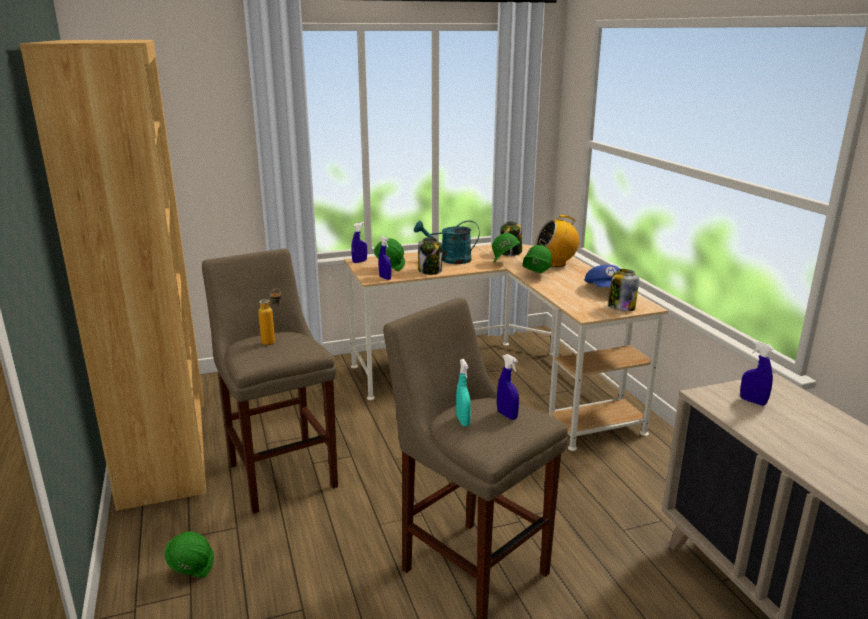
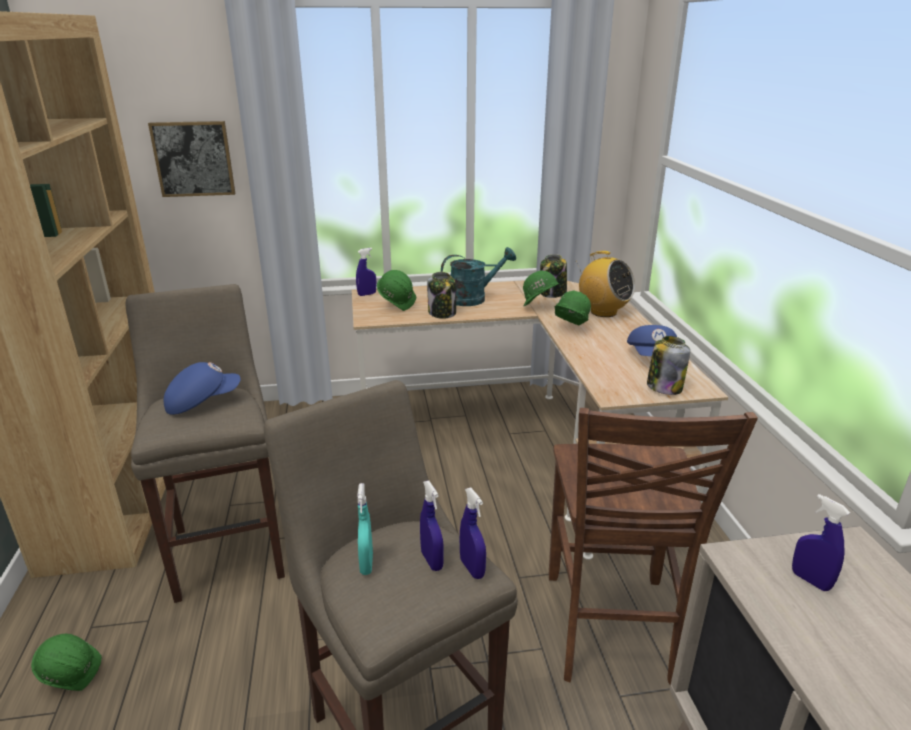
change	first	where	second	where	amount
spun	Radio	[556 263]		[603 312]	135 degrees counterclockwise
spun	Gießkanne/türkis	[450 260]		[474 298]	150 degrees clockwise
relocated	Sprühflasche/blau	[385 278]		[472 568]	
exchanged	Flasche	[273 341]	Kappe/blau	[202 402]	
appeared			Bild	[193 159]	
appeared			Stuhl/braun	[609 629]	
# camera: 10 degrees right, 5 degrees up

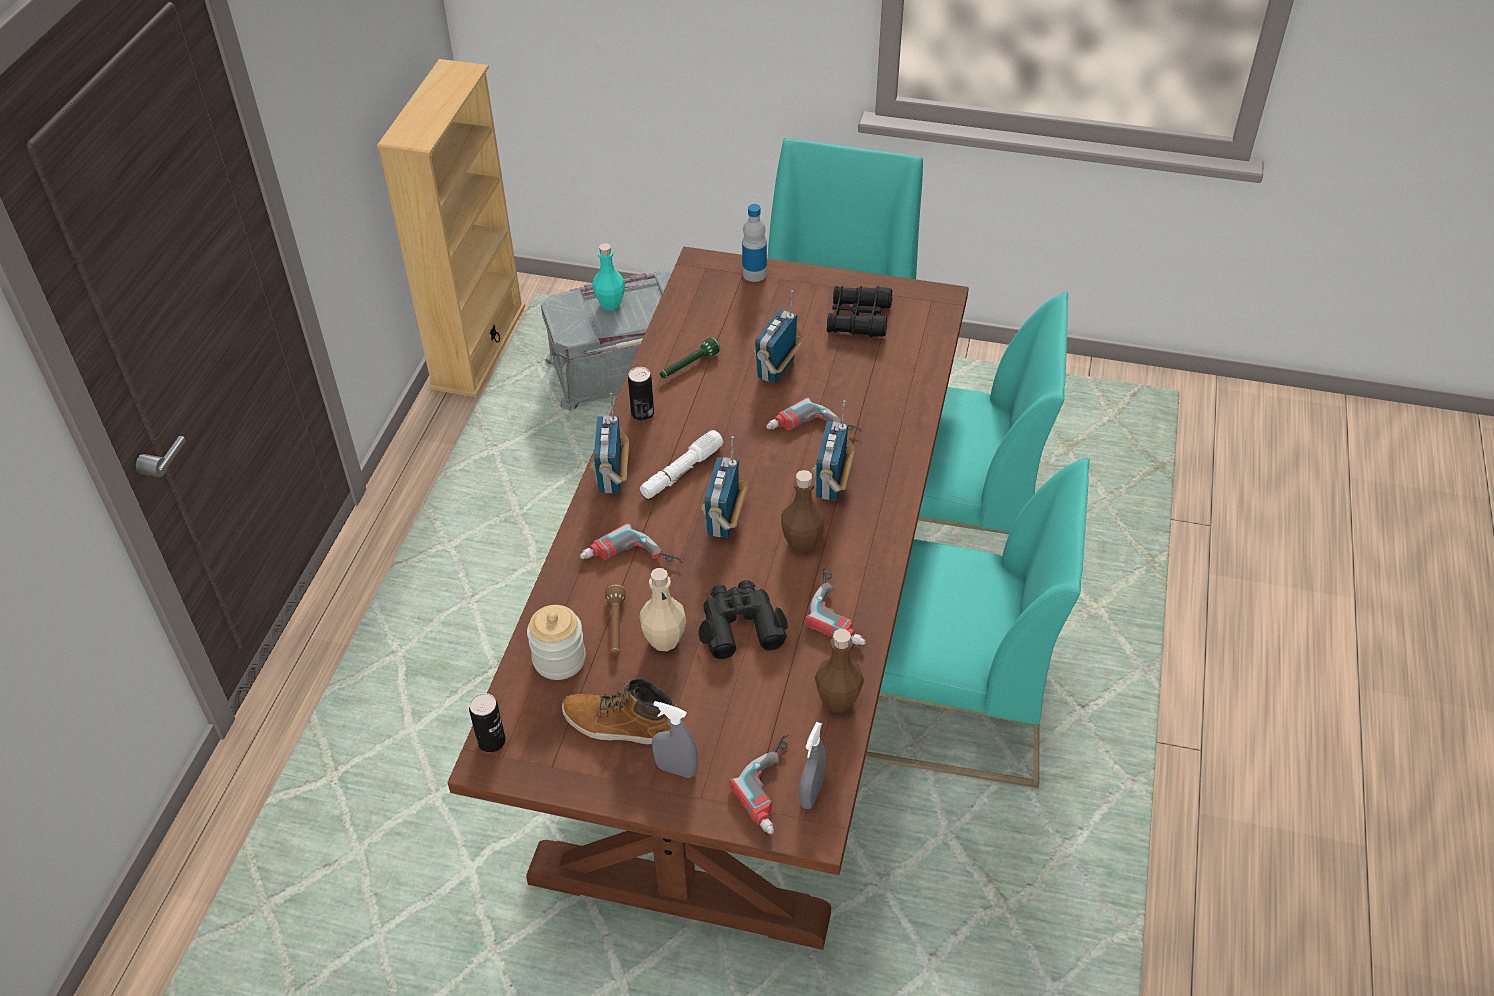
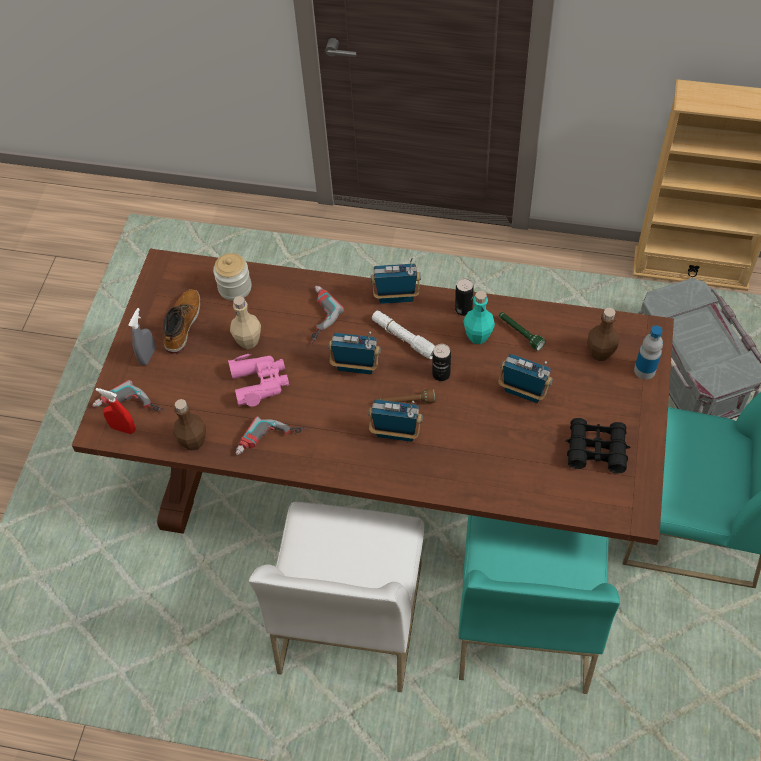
change	first	where	second	where	amount
relocated	Flasche/türkis	[610 304]		[478 336]	
missing	Bohrmaschine	[812 432]			
colour	Stuhl/türkis	[954 708]	Stuhl/weiß	[349 617]	
relocated	Flasche/braun	[802 542]		[600 353]	
colour	Fernglas/schwarz	[740 625]	Fernglas/rosa	[260 382]	
relocated	Taschenlampe/braun	[616 628]		[406 402]	
relocated	Dose	[491 741]		[441 374]	
colour	Sprühflasche/grau	[811 793]	Sprühflasche/rot	[123 428]	
# camera: 90 degrees right, 10 degrees up

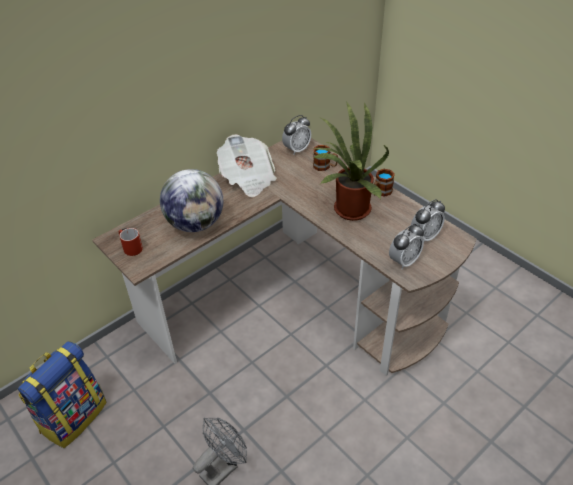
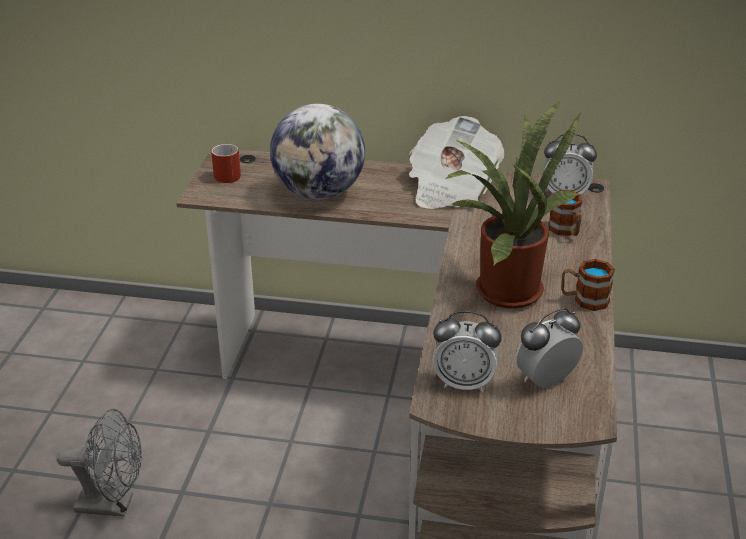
change	first	where	second	where	amount
spun	Wecker	[425 236]		[545 381]	135 degrees clockwise
missing	Rucksack	[73 416]			
# camera: 50 degrees right, 10 degrees down

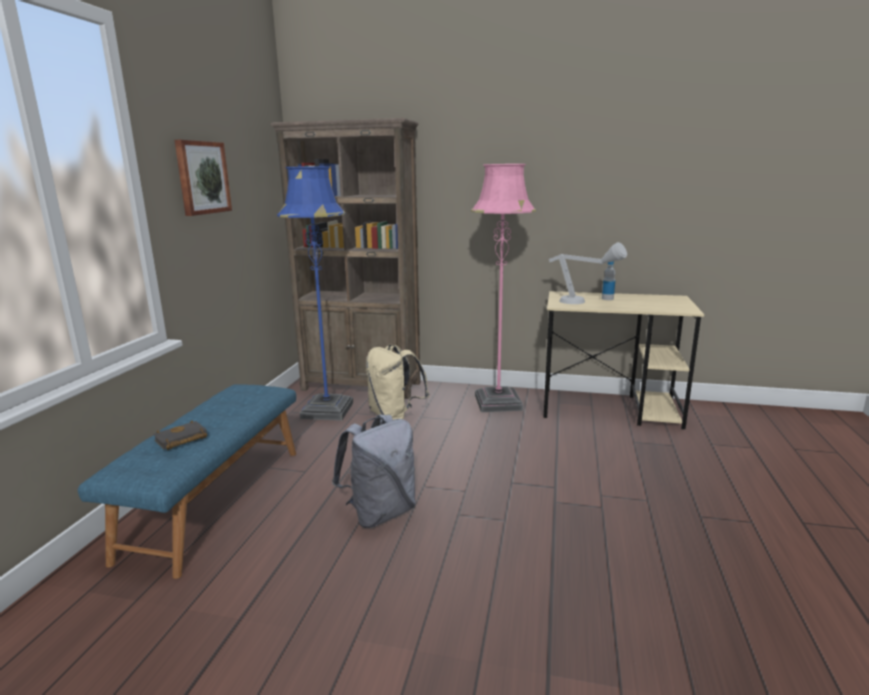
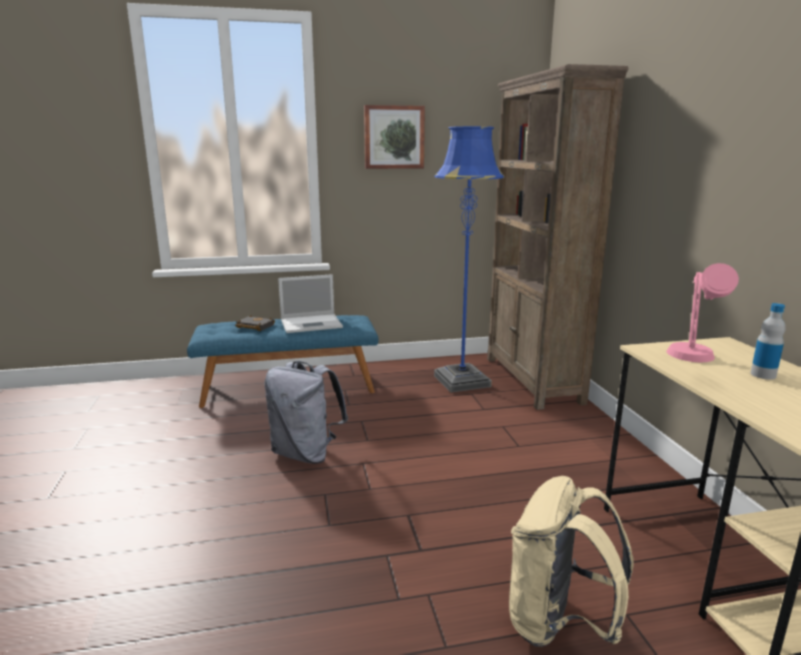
change	first	where	second	where	amount
missing	Stehlampe/rosa	[498 402]			
colour	Tischlampe/grau	[583 303]	Tischlampe/rosa	[692 362]	
relocated	Rucksack/beige	[395 416]		[558 623]	
appeared			Laptop	[312 323]	
# camera: 65 degrees right, 0 degrees up

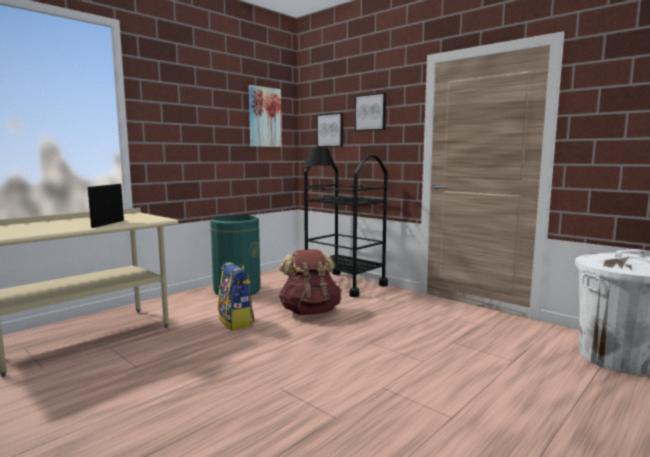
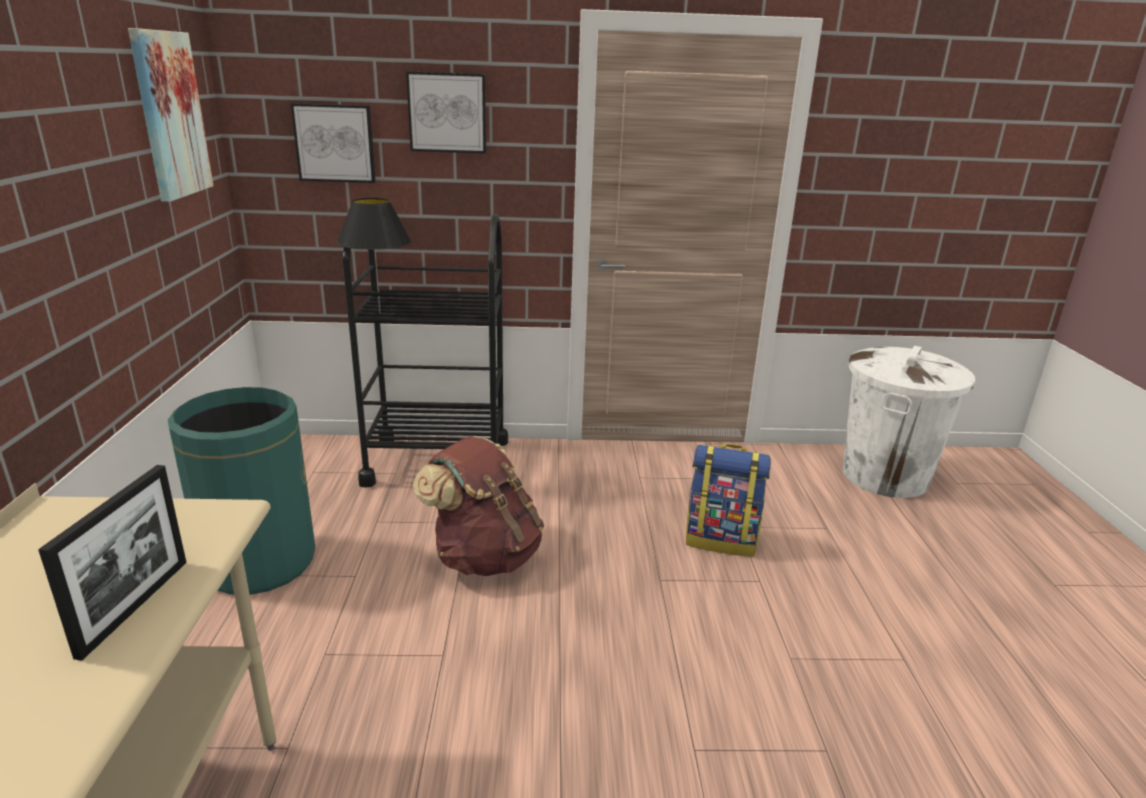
change	first	where	second	where	amount
spun	Bilderrahmen	[108 224]		[135 606]	135 degrees counterclockwise
relocated	Rucksack	[236 322]		[721 540]	
# camera: 45 degrees left, 15 degrees up

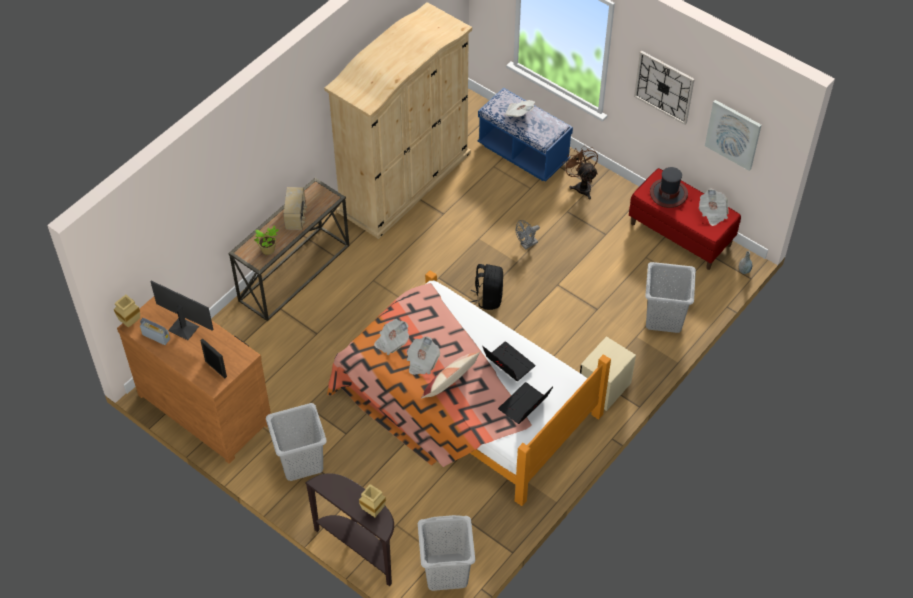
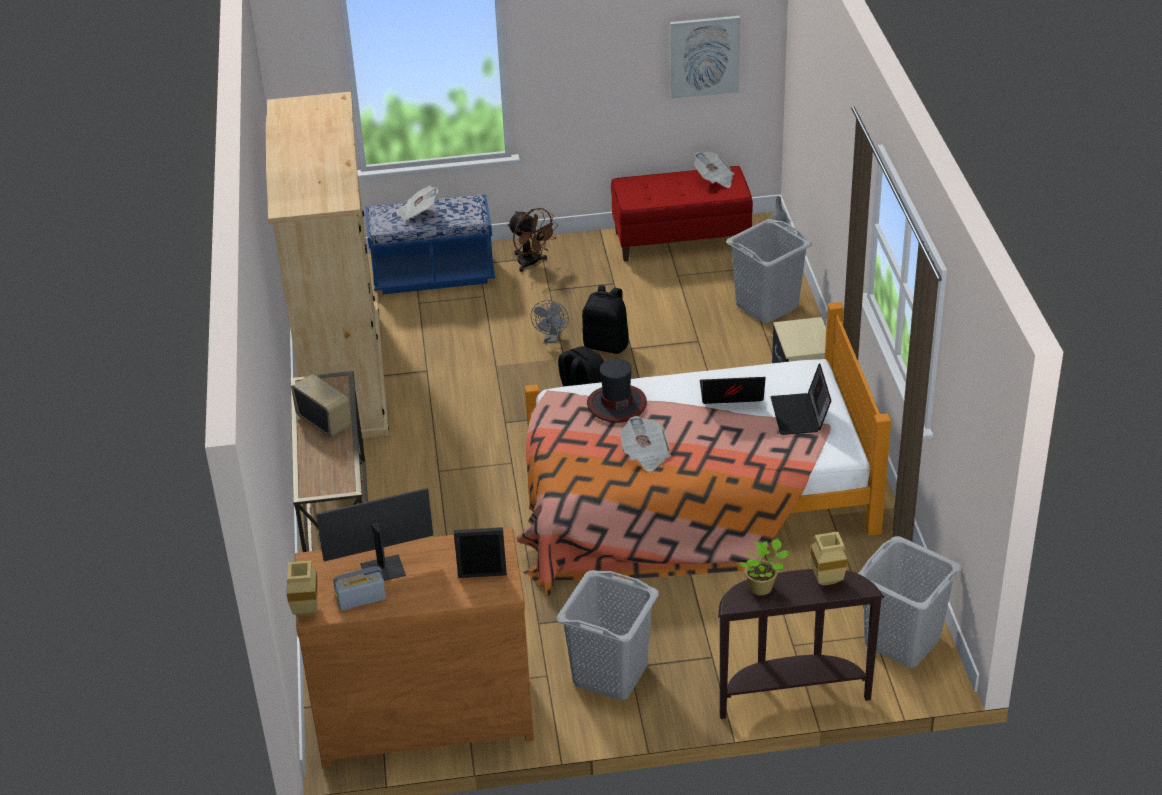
change	first	where	second	where	amount
missing	Wanduhr	[664 87]			
spun	Ventilator/braun	[581 186]		[531 263]	150 degrees counterclockwise
relocated	Hut	[668 193]		[616 404]	
relocated	Topfpflanze	[268 250]		[762 588]	
missing	Zeitung	[391 342]			
missing	Kissen	[450 383]			
appeared			Rucksack/schwarz	[606 345]	
# camera: 45 degrees left, 15 degrees down

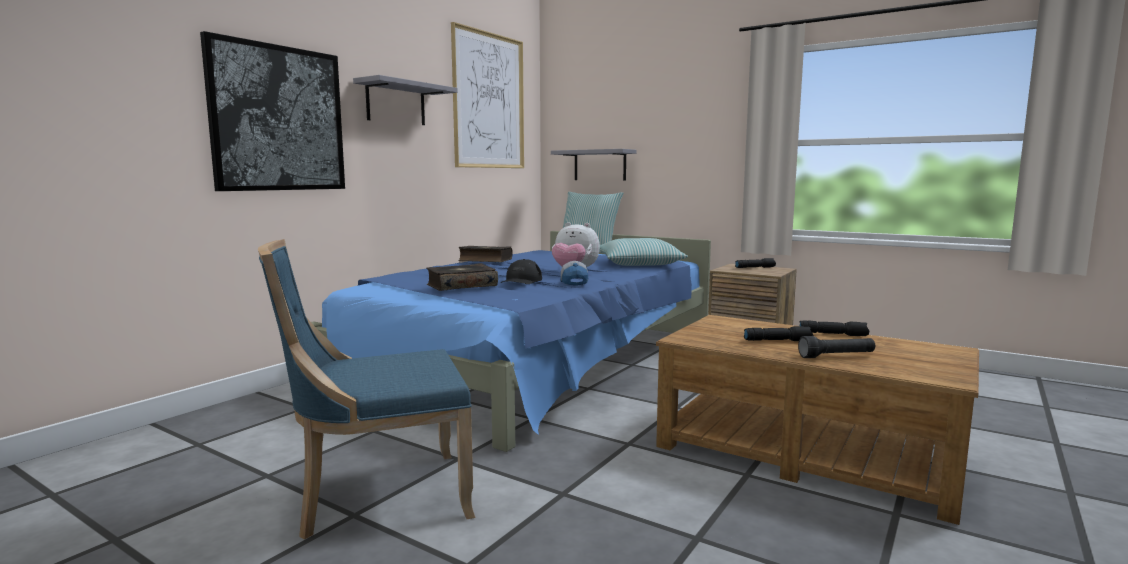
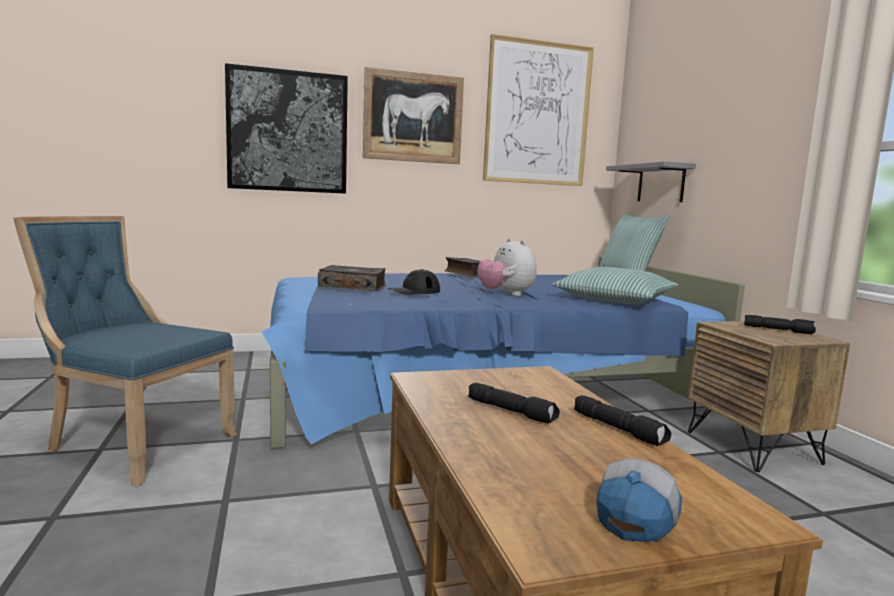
change	first	where	second	where	amount
exchanged	Wandregal/grau	[396 103]	Bild	[413 117]	
relocated	Kappe	[573 282]		[636 513]	
missing	Taschenlampe/schwarz	[836 356]			
# camera: 40 degrees right, 0 degrees up

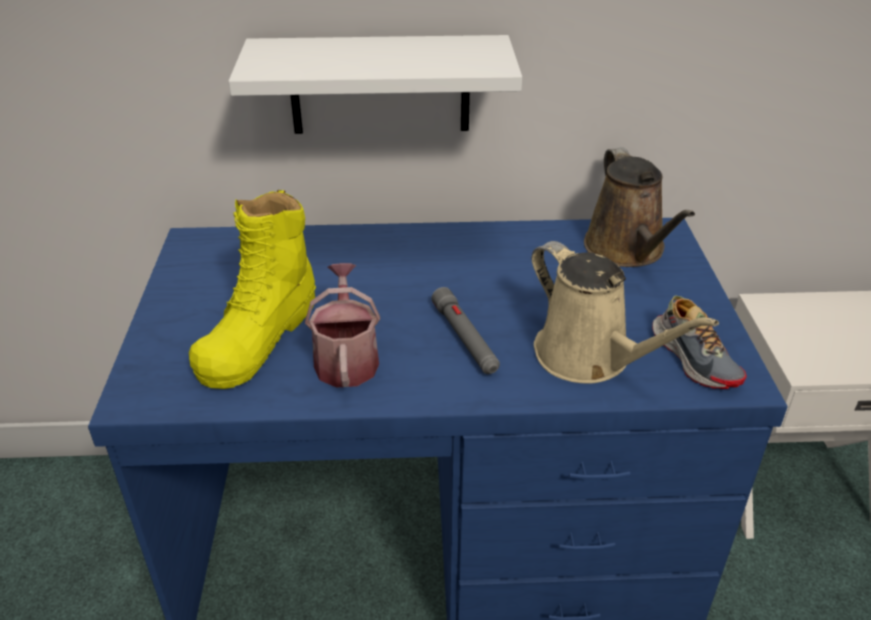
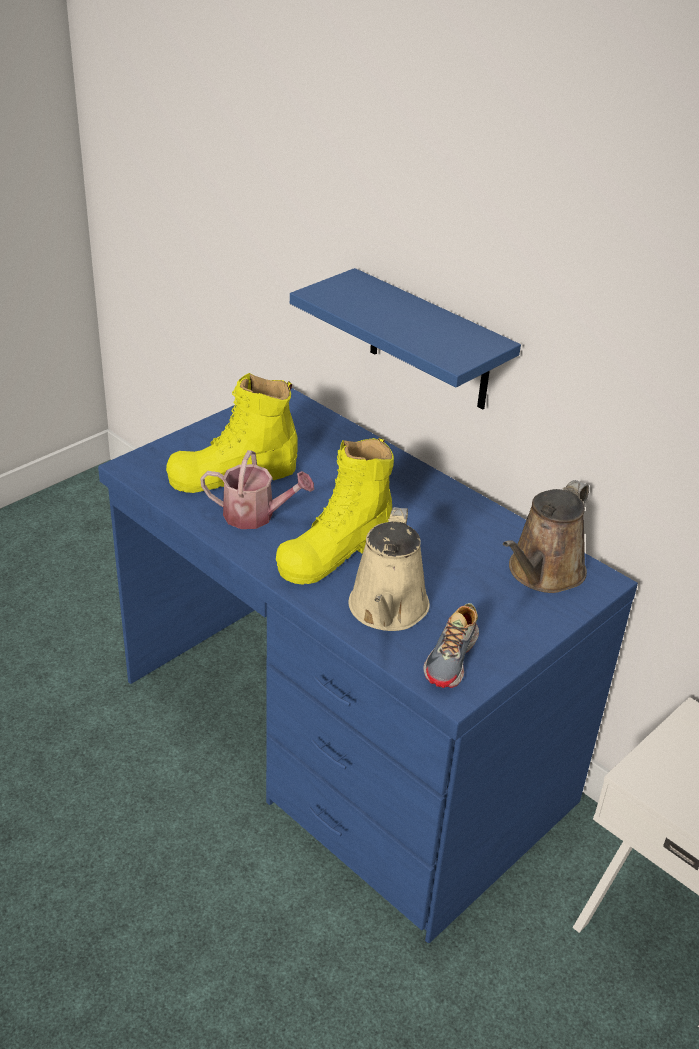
change	first	where	second	where	amount
colour	Wandregal/weiß	[380 85]	Wandregal/blau	[429 342]	
spun	Gießkanne	[346 358]		[256 516]	60 degrees clockwise
exchanged	Taschenlampe/grau	[465 339]	Stiefel/gelb	[335 550]	
# camera: 45 degrees right, 0 degrees up

